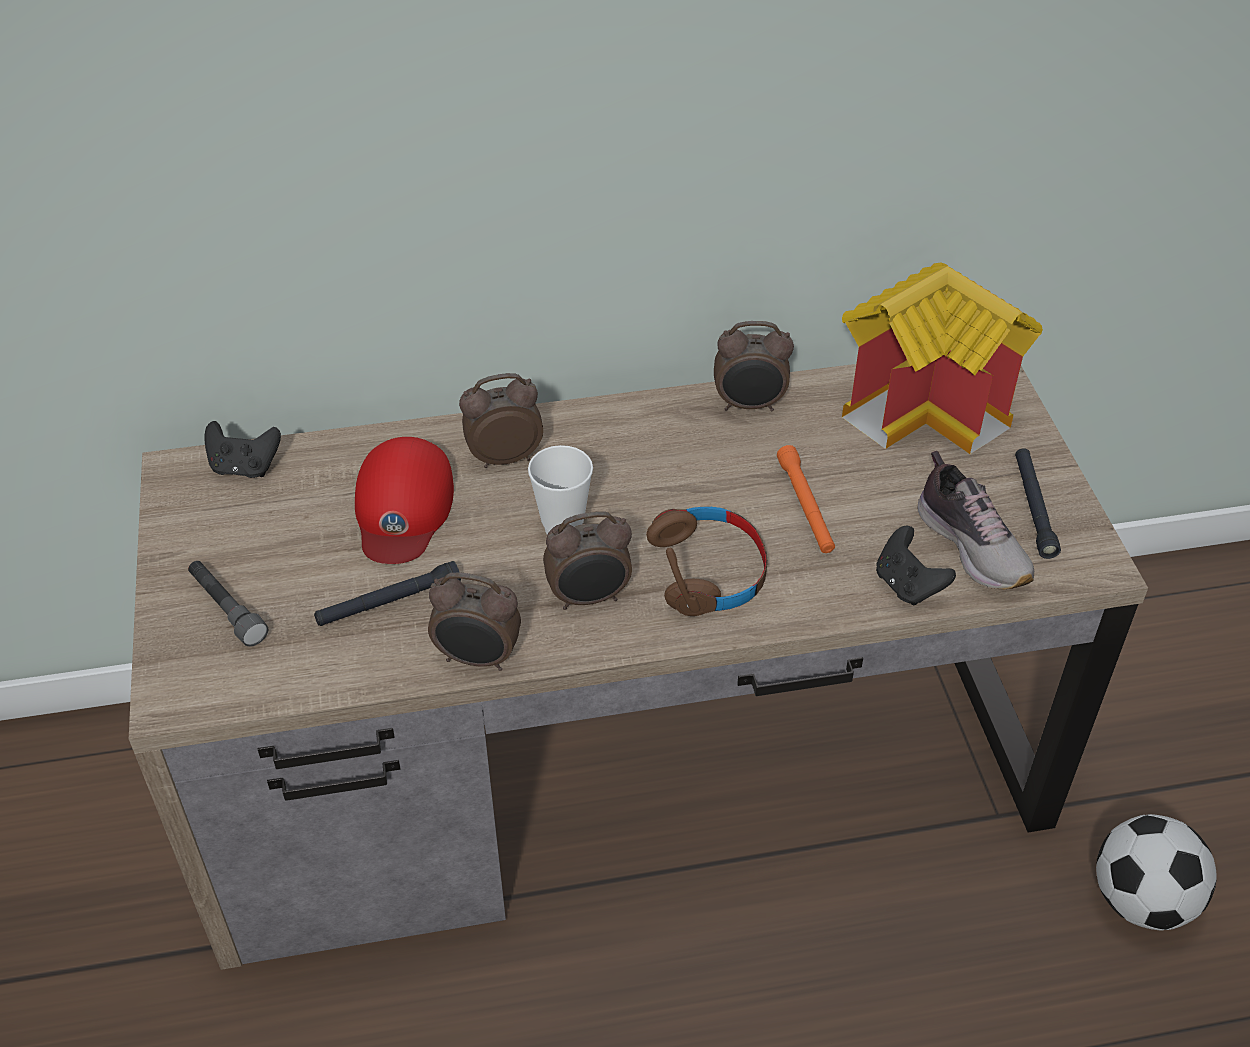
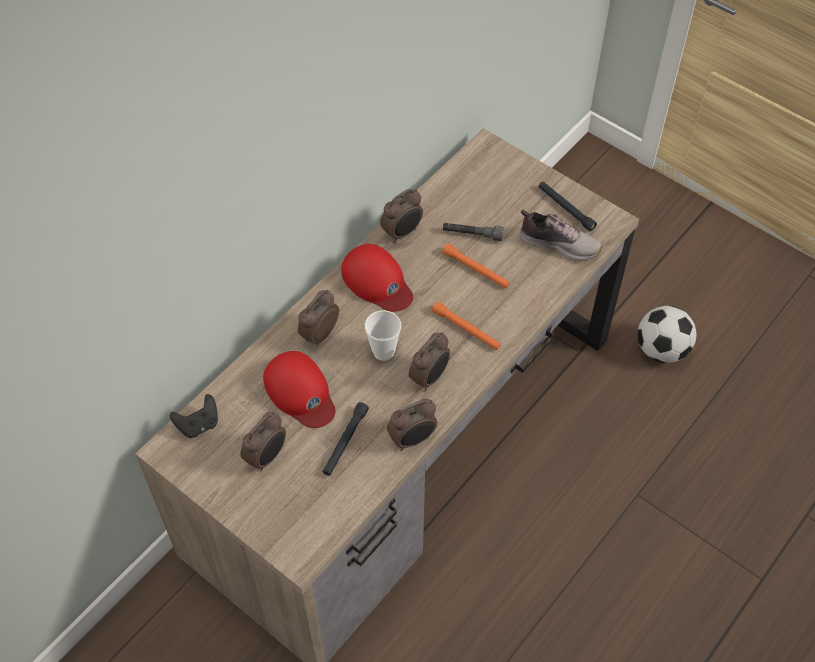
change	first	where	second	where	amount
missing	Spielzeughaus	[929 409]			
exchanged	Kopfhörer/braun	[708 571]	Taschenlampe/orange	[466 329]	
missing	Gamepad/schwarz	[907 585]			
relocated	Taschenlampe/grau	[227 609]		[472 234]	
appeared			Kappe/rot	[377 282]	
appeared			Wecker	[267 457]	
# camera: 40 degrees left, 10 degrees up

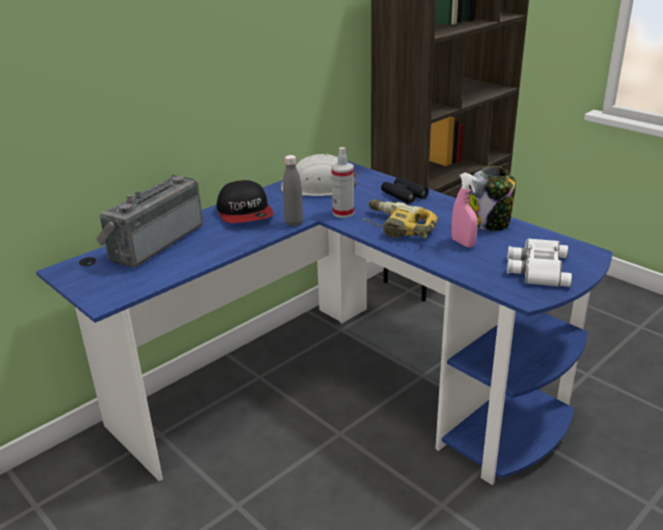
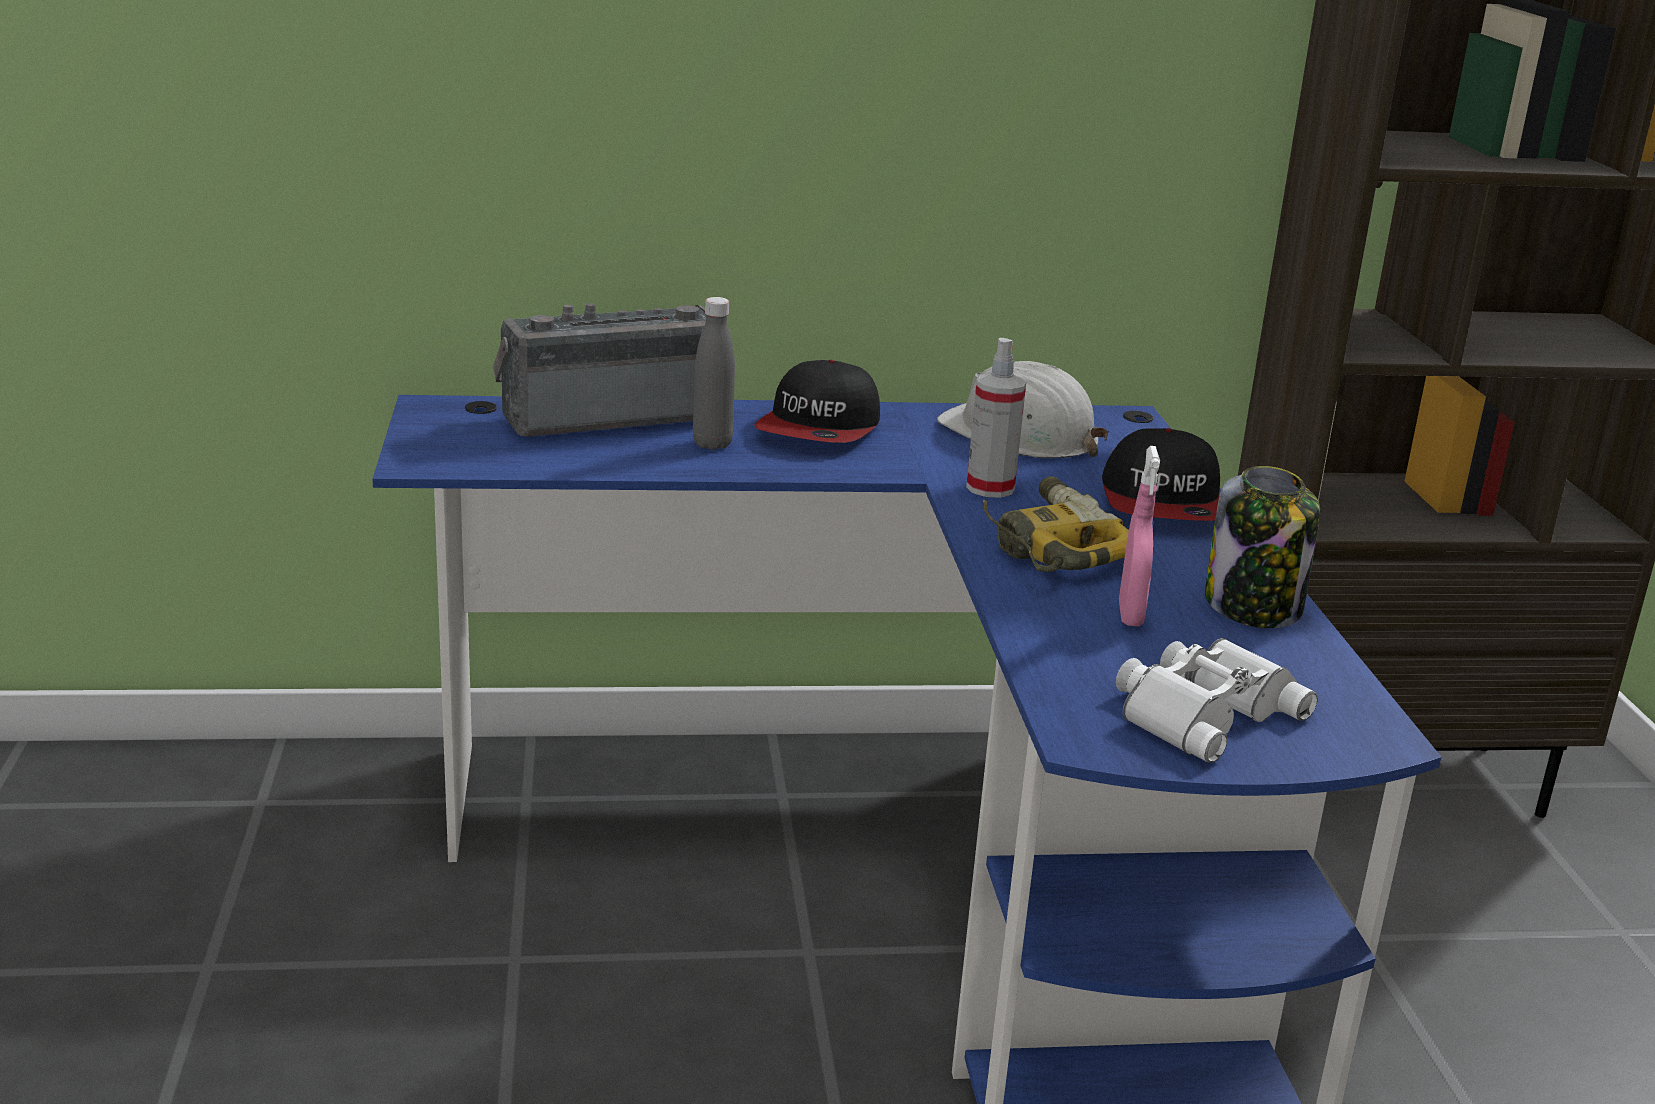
change	first	where	second	where	amount
relocated	Flasche/grau	[294 223]		[712 444]	
exchanged	Fernglas/schwarz	[403 195]	Kappe	[1163 503]	
# camera: 35 degrees right, 5 degrees down

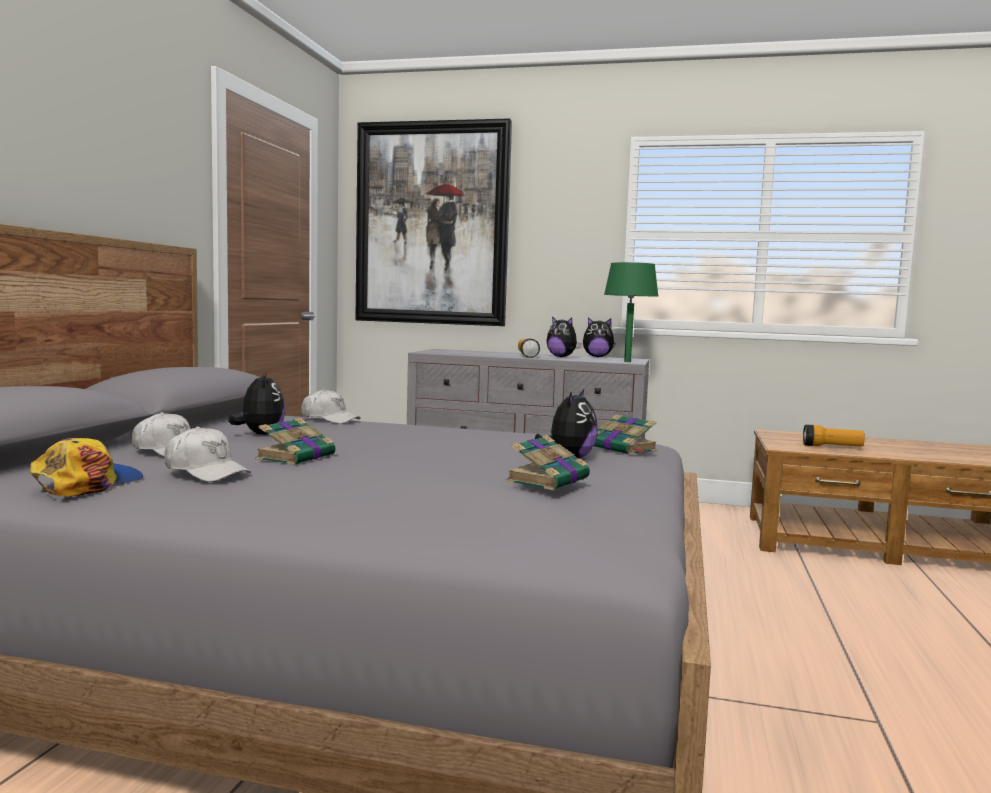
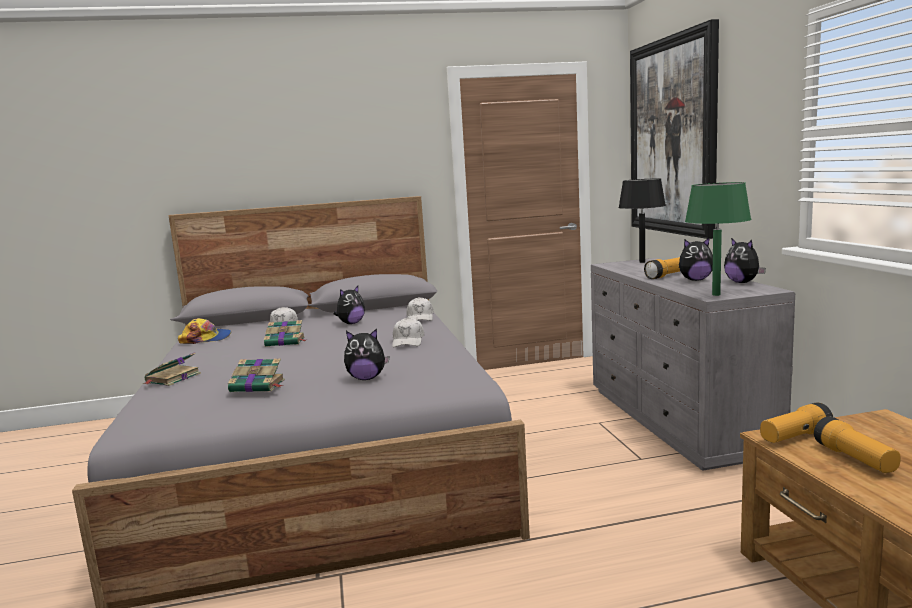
change	first	where	second	where	amount
spun	Plüschtier	[562 357]		[695 280]	105 degrees counterclockwise
relocated	Buch	[623 448]		[172 378]	
relocated	Kappe/weiß	[206 472]		[408 341]	
appeared			Tischlampe/schwarz	[642 262]	
appeared			Taschenlampe	[795 437]	
# camera: 65 degrees right, 5 degrees up

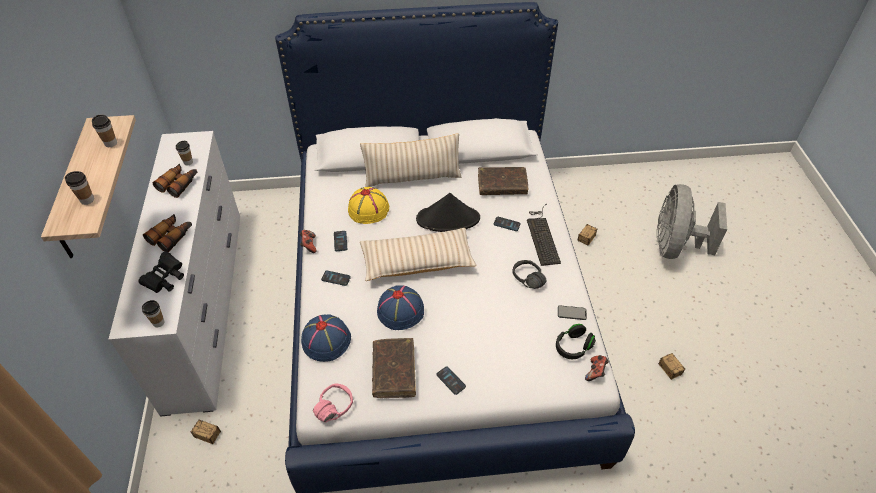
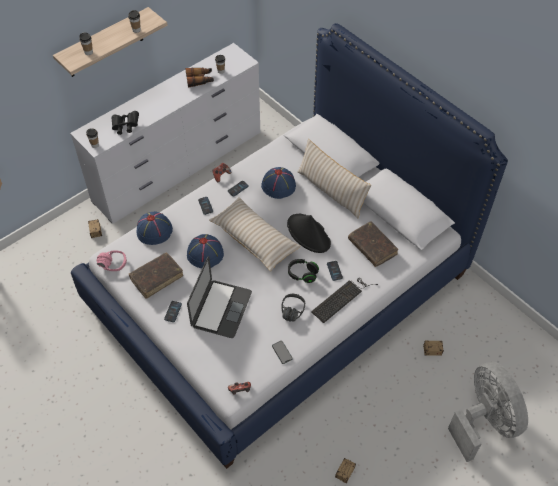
change	first	where	second	where	amount
spun	Ventilator/grau	[675 246]		[484 421]	90 degrees clockwise
colour	Hut/gelb	[369 209]	Hut/blau	[279 186]	
missing	Fernglas	[171 236]			
relocated	Kopfhörer/schwarz	[573 347]		[302 274]	
appeared			Laptop	[221 309]	
# camera: 55 degrees right, 5 degrees up

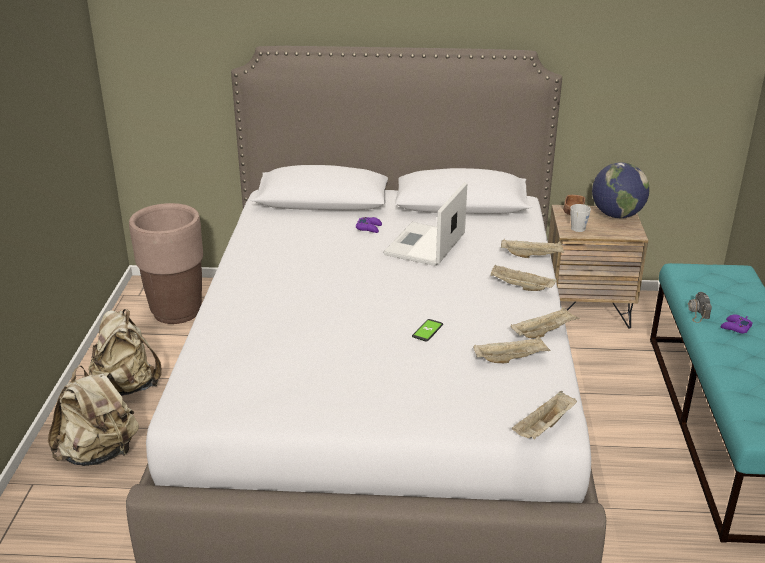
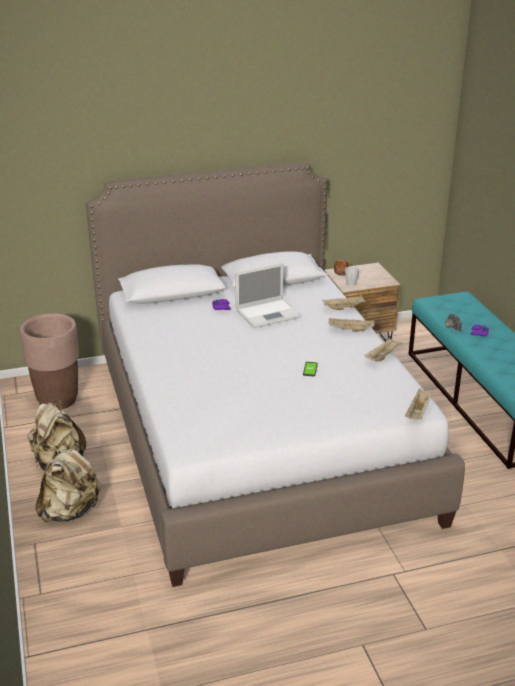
change	first	where	second	where	amount
missing	Globus	[616 215]			
spun	Laptop	[424 245]		[269 313]	120 degrees counterclockwise
missing	Tablett/beige	[511 359]			
# camera: 20 degrees left, 0 degrees up

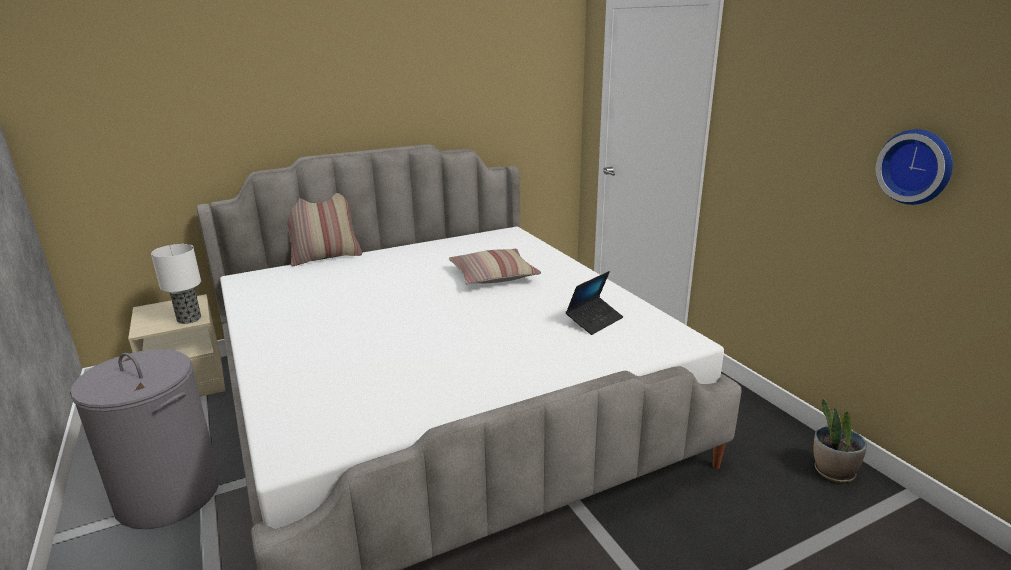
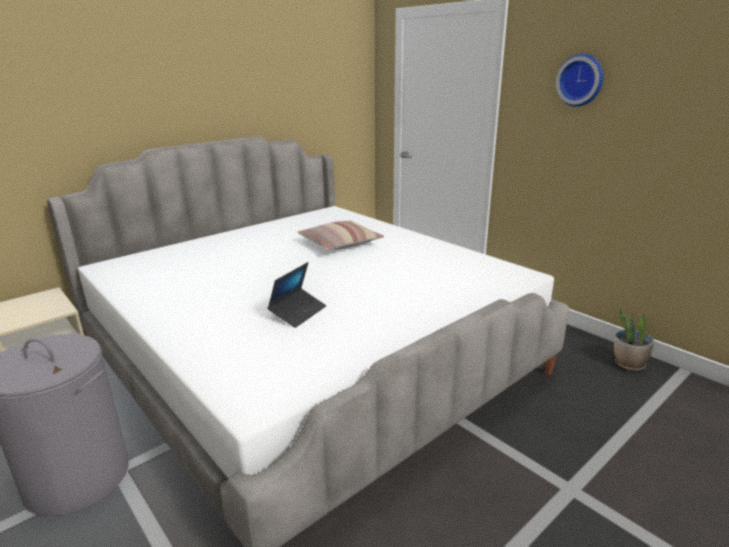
change	first	where	second	where	amount
relocated	Wanduhr	[916 166]		[581 80]	
missing	Kissen	[325 257]			
missing	Tischlampe	[188 319]			
relocated	Laptop	[594 320]		[298 312]	
# camera: 15 degrees left, 0 degrees up

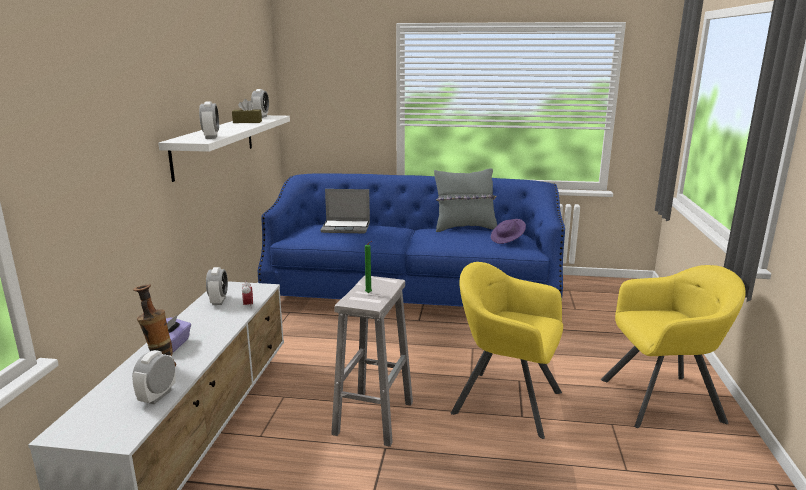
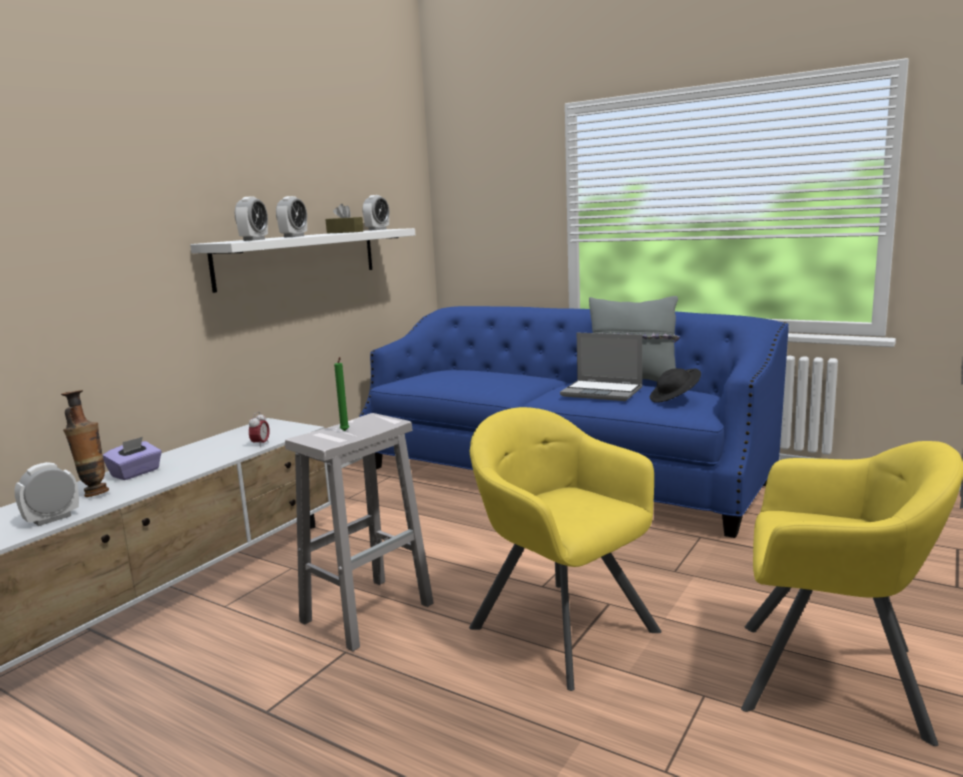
change	first	where	second	where	amount
relocated	Laptop	[346 228]		[603 392]	
colour	Hut/lila	[507 240]	Hut/schwarz	[675 399]	
relocated	Wecker	[219 301]		[294 236]	
# camera: 25 degrees right, 5 degrees down

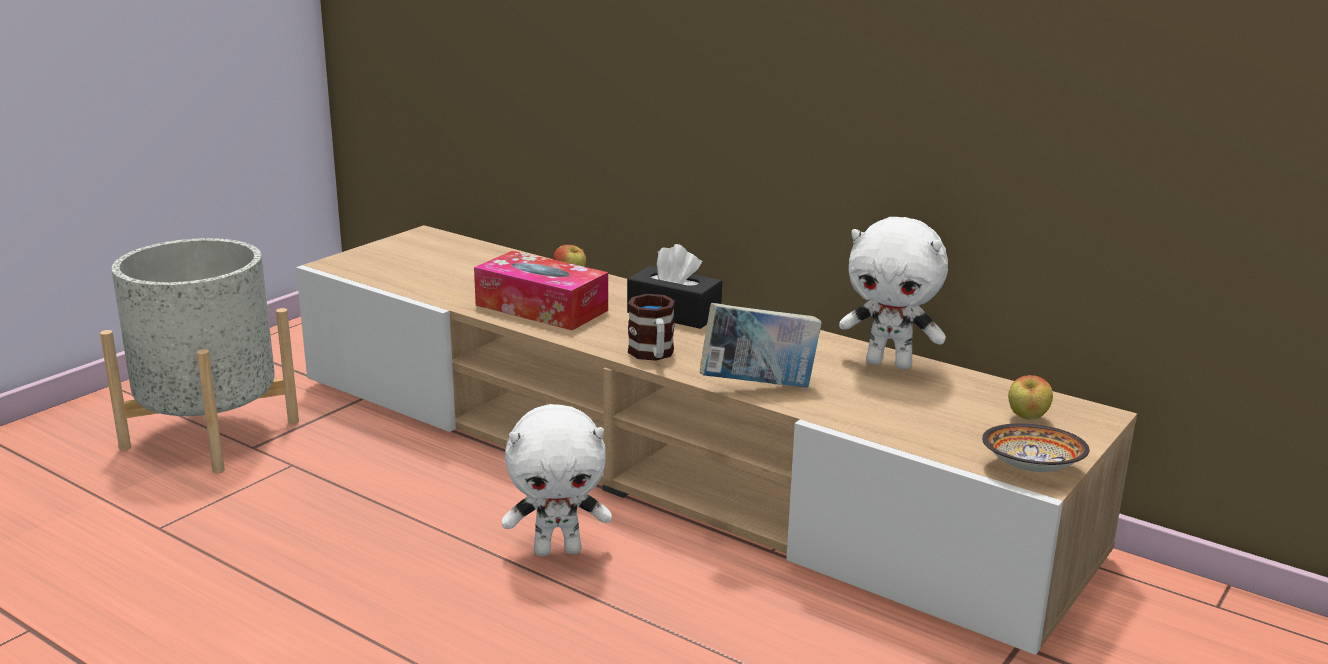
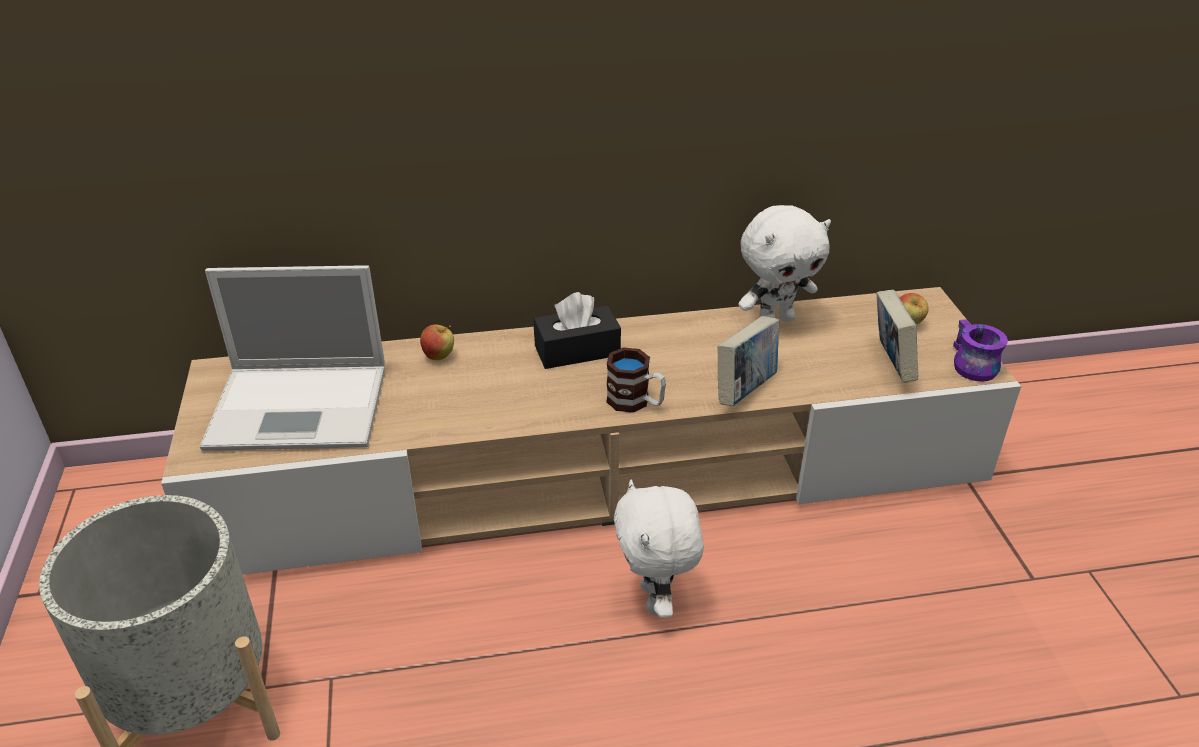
change	first	where	second	where	amount
missing	Taschentuchbox	[541 308]			
spun	Plüschtier/weiß	[558 550]		[656 600]	135 degrees clockwise
exchanged	Schüssel	[1029 467]	Henkelbecher/lila	[968 365]	
appeared			Laptop	[302 407]	
appeared			Buch	[890 364]	
# camera: 45 degrees left, 15 degrees up

